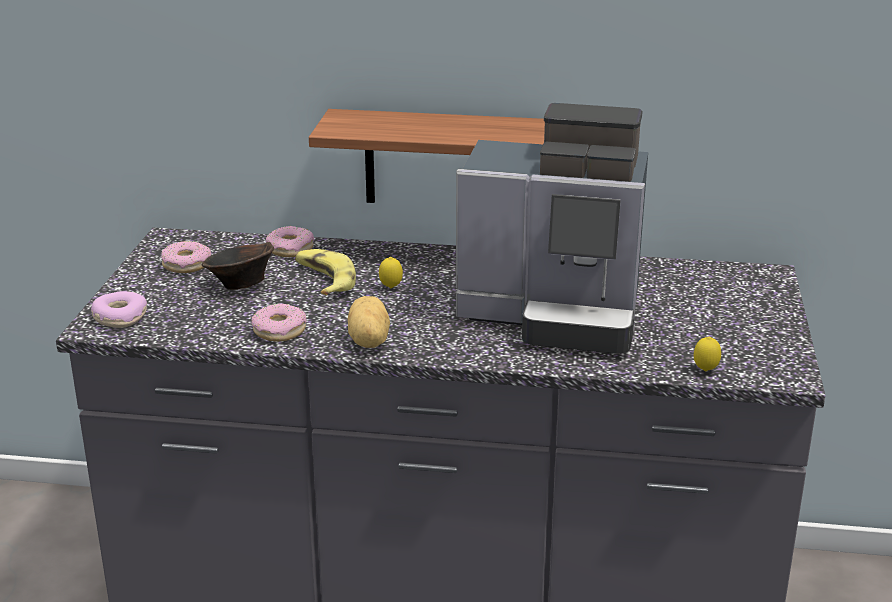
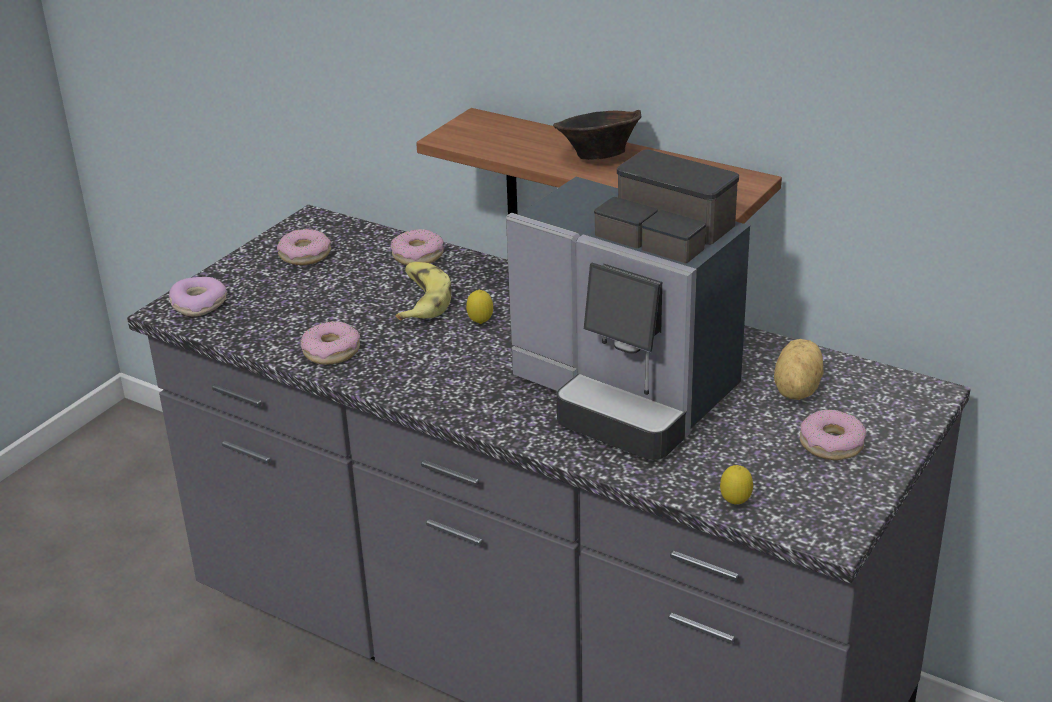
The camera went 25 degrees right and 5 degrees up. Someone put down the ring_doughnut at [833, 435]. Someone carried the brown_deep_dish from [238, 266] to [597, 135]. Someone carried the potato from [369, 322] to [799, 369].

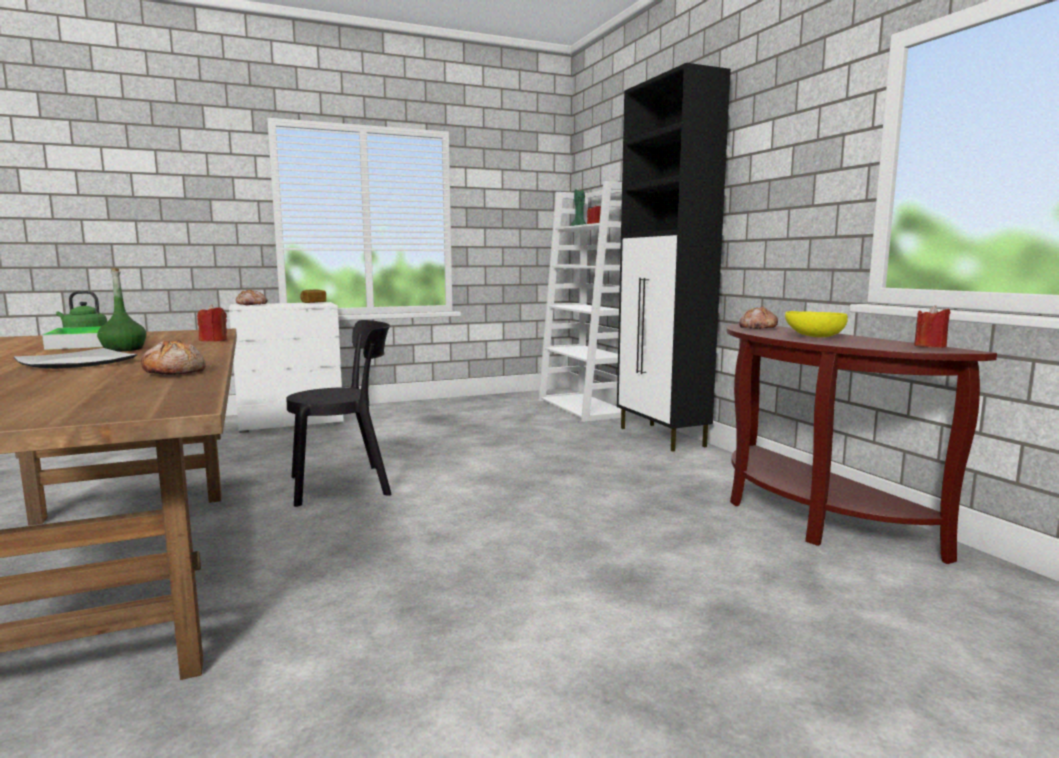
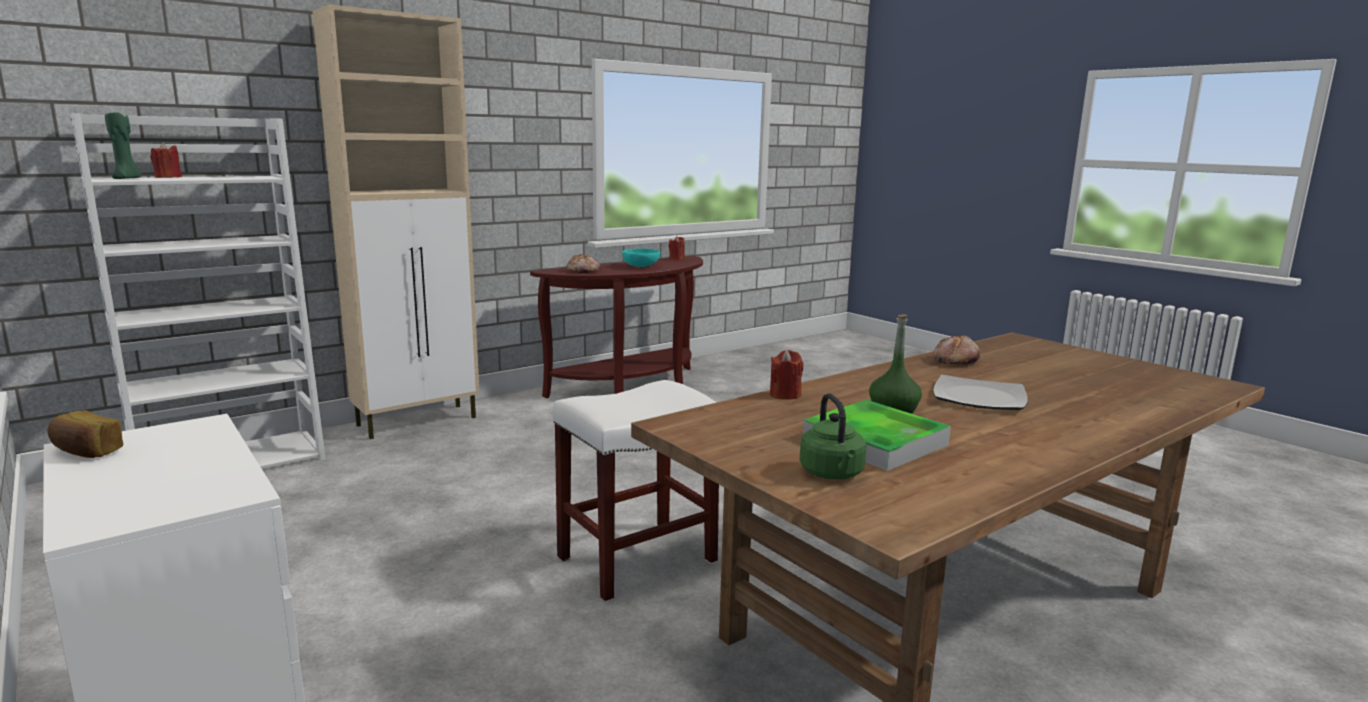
The camera went 105 degrees left and 5 degrees up. Someone took away the baked_bread at [252, 297]. Someone swapped the blackish_upright_chair at [339, 413] for the white-coloured_stool_seat at [636, 491]. Someone repainted the blackish_cabinet at [674, 257], which became the beige-coloured_cabinet at [396, 221]. Someone repainted the yellow-coloured_deep_dish at [816, 324], which became the turquoise-coloured_deep_dish at [641, 258].

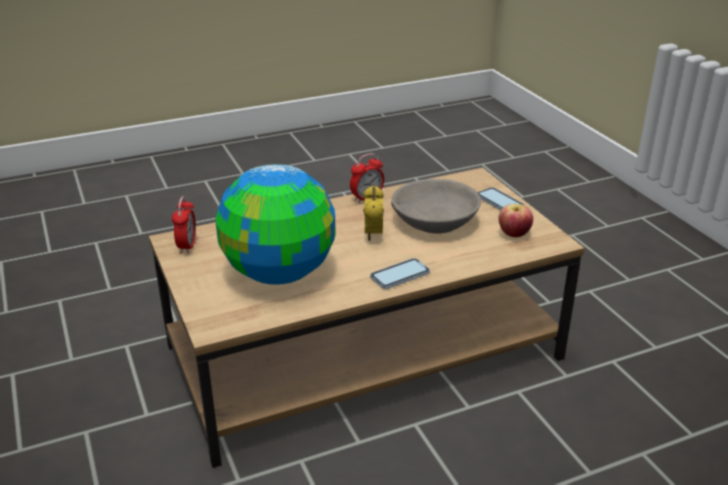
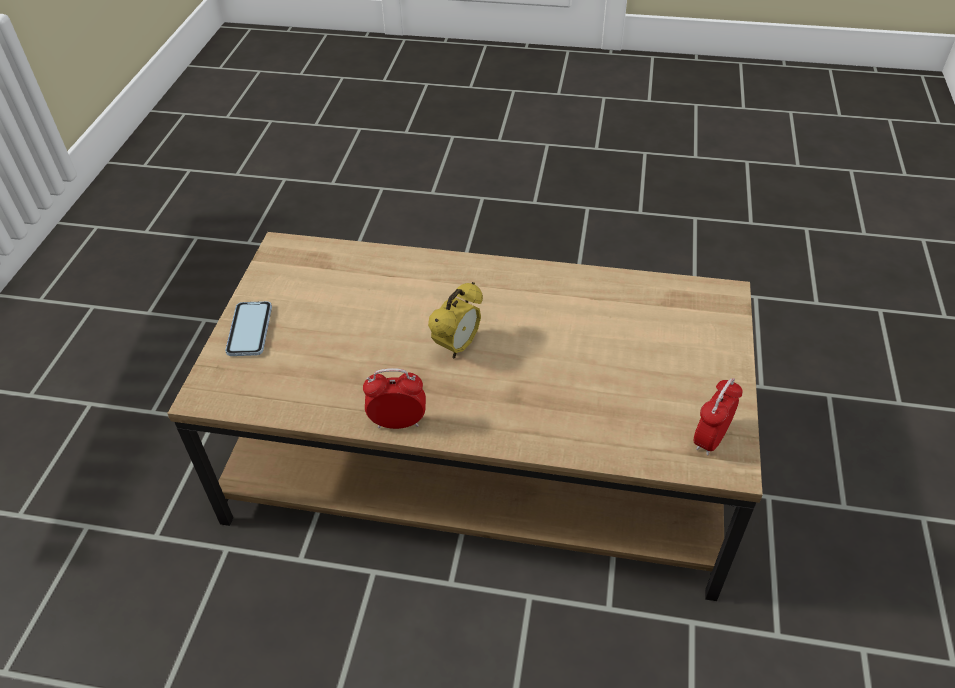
The camera went 145 degrees left and 15 degrees up. Someone took away the world_globe at [275, 224]. Someone took away the telephone at [400, 273]. Someone took away the greyish_deep_dish at [436, 206]. Someone took away the apple at [516, 220].

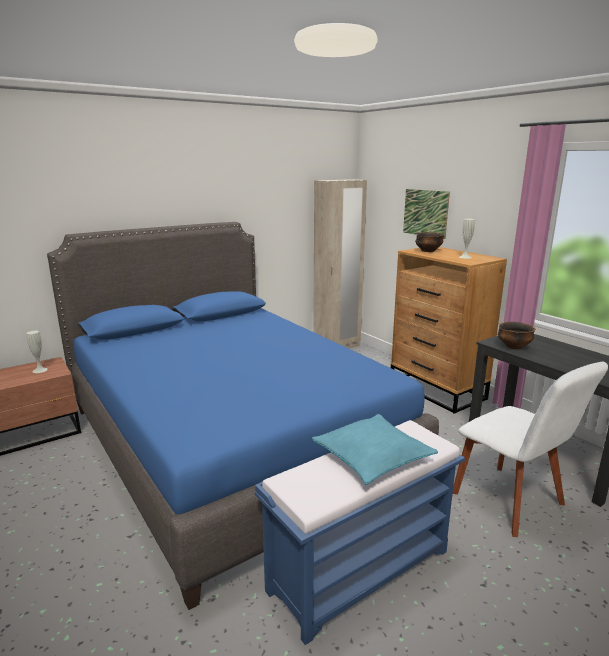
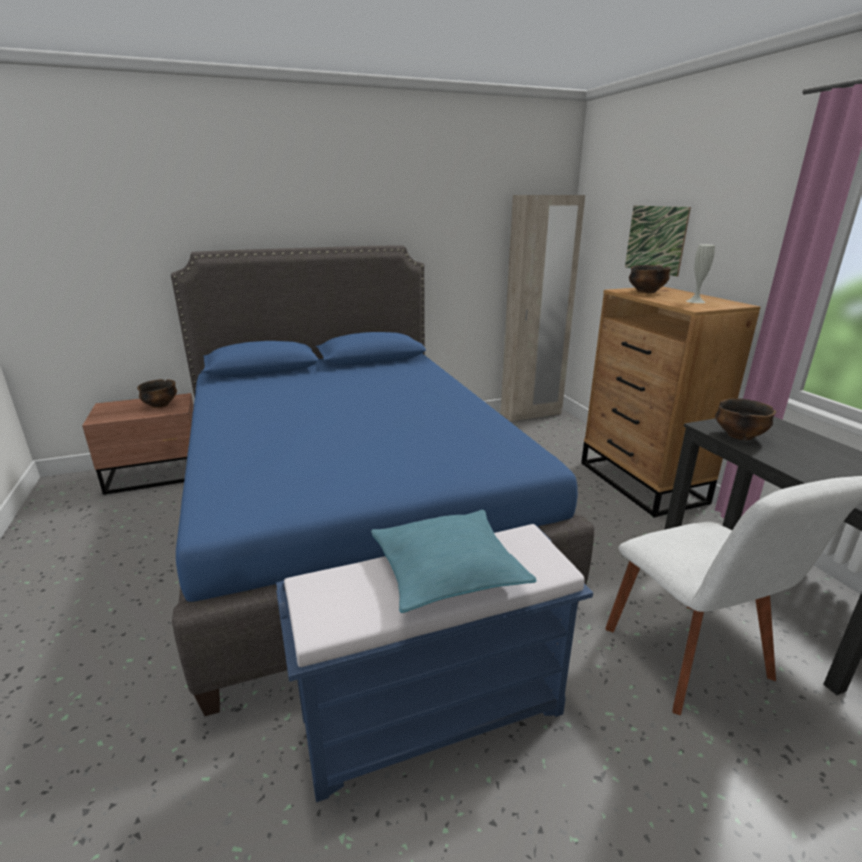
The camera went 15 degrees right and 5 degrees up. Someone swapped the white-coloured_decorative_vase at [37, 352] for the deep_dish at [157, 393].

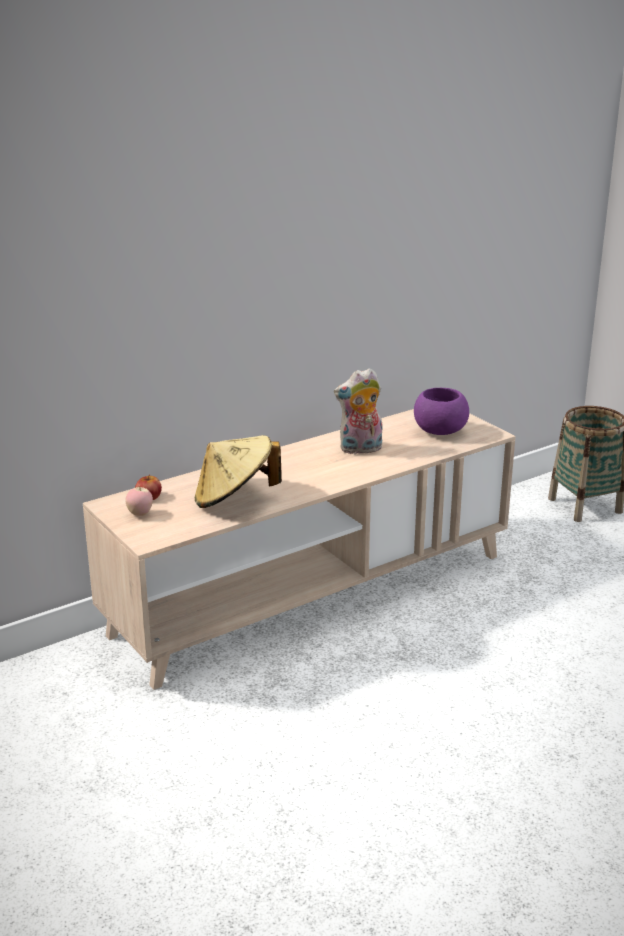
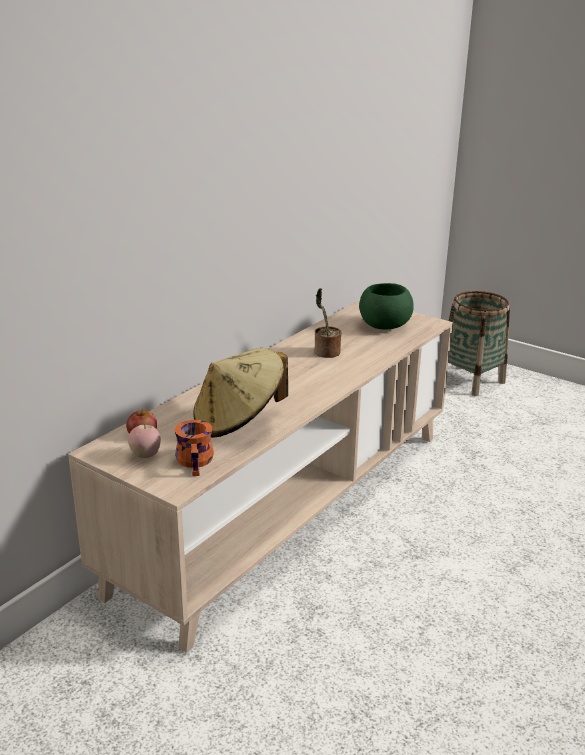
The camera went 20 degrees left and 0 degrees up. Someone put down the orange-coloured_mug at [194, 448]. Someone swapped the plush_toy at [358, 411] for the plant_in_a_pot at [328, 323]. Someone repainted the purple_deep_dish at [441, 411], which became the green_deep_dish at [386, 306].

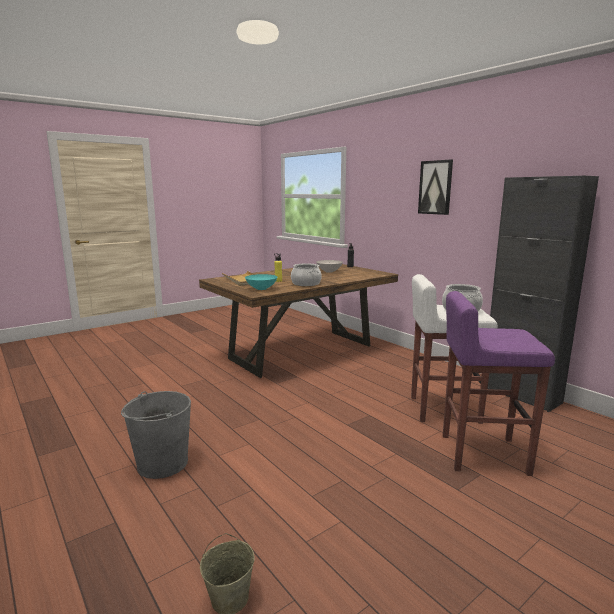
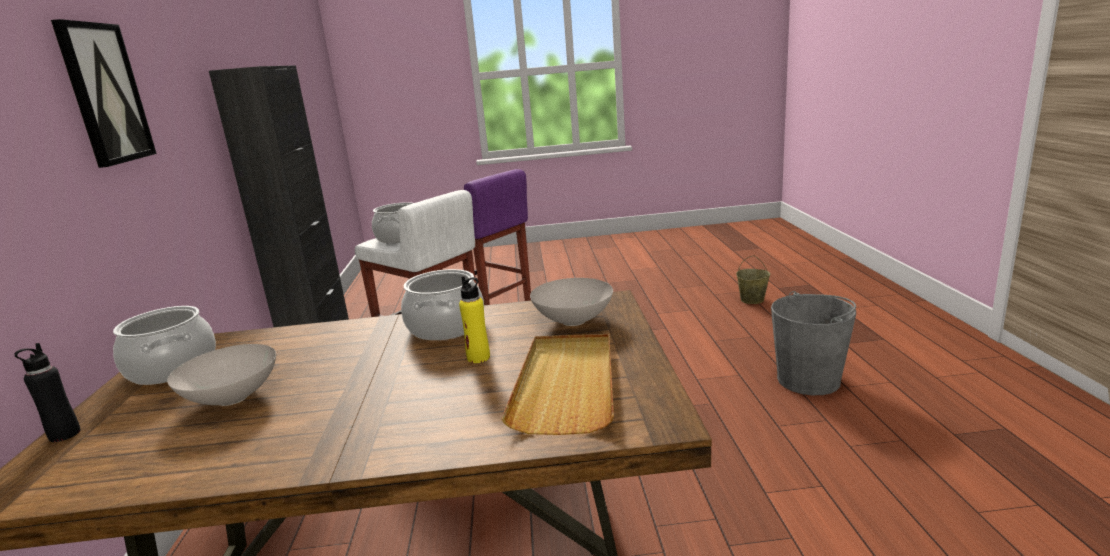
The camera went 145 degrees left and 5 degrees up. Someone put down the cooking_pot at [164, 345]. Someone repainted the turquoise-coloured_deep_dish at [261, 282], which became the white-coloured_deep_dish at [571, 302].

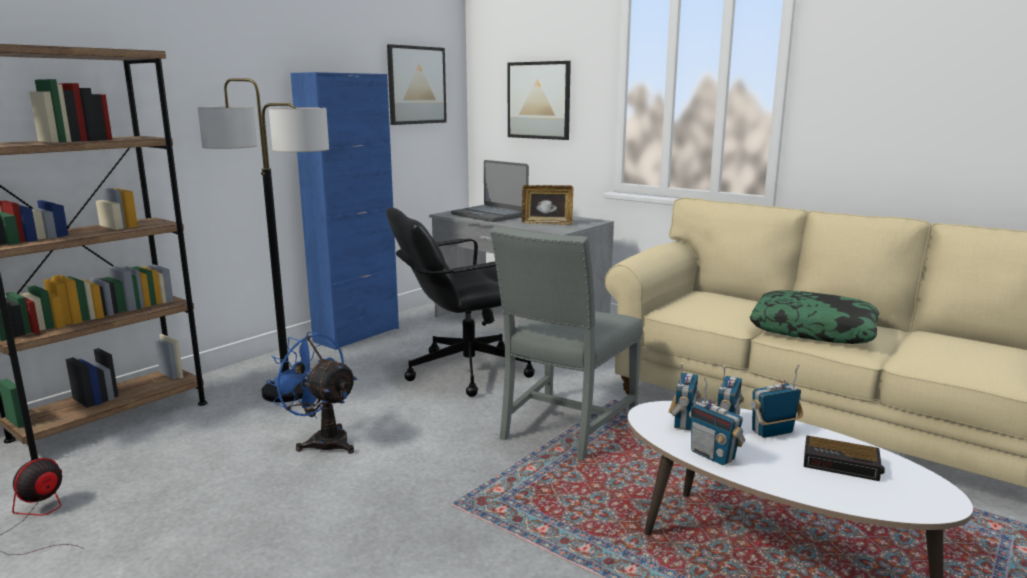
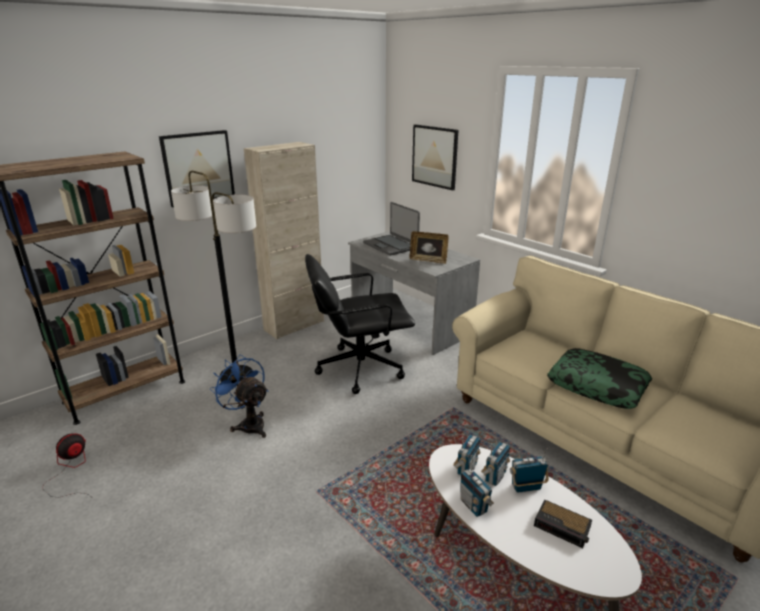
The camera went 10 degrees right and 10 degrees up. Someone took away the greyish_upright_chair at [566, 343]. Someone carried the picture from [417, 84] to [197, 168]. Someone repainted the blue_cabinet at [345, 211], which became the beige-coloured_cabinet at [284, 240].

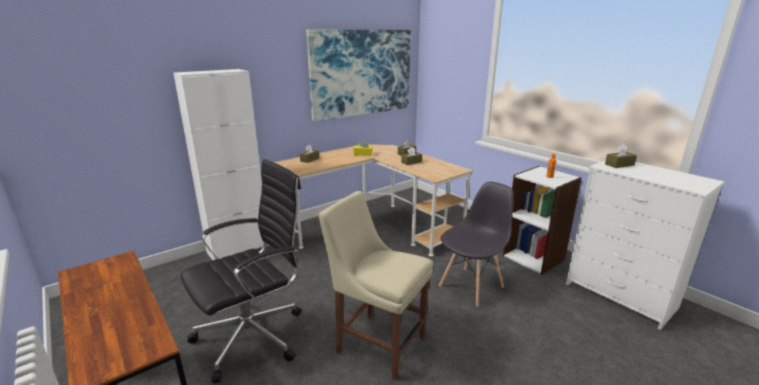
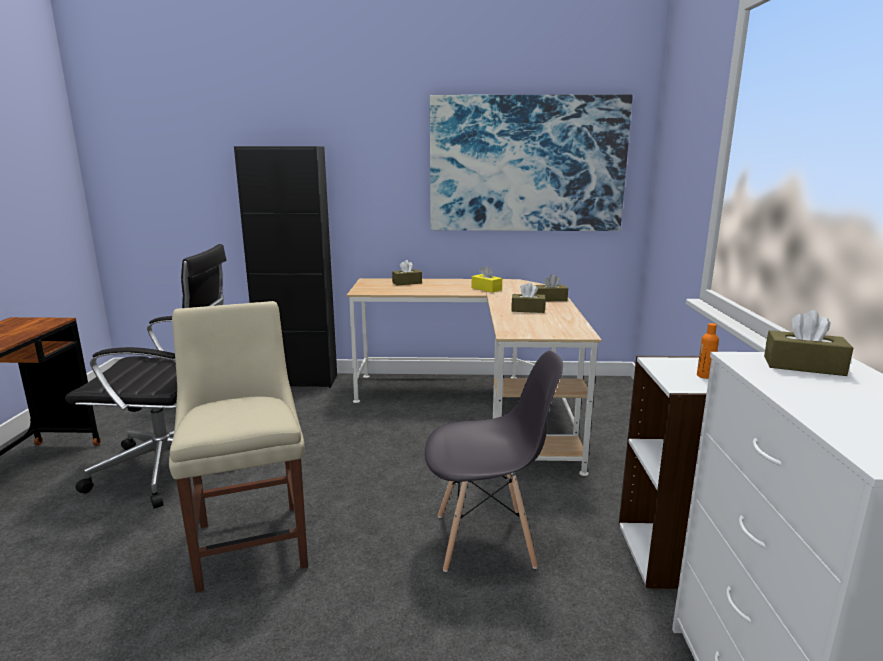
The camera went 40 degrees right and 5 degrees down. Someone repainted the white-coloured_cabinet at [221, 164], which became the blackish_cabinet at [285, 267].

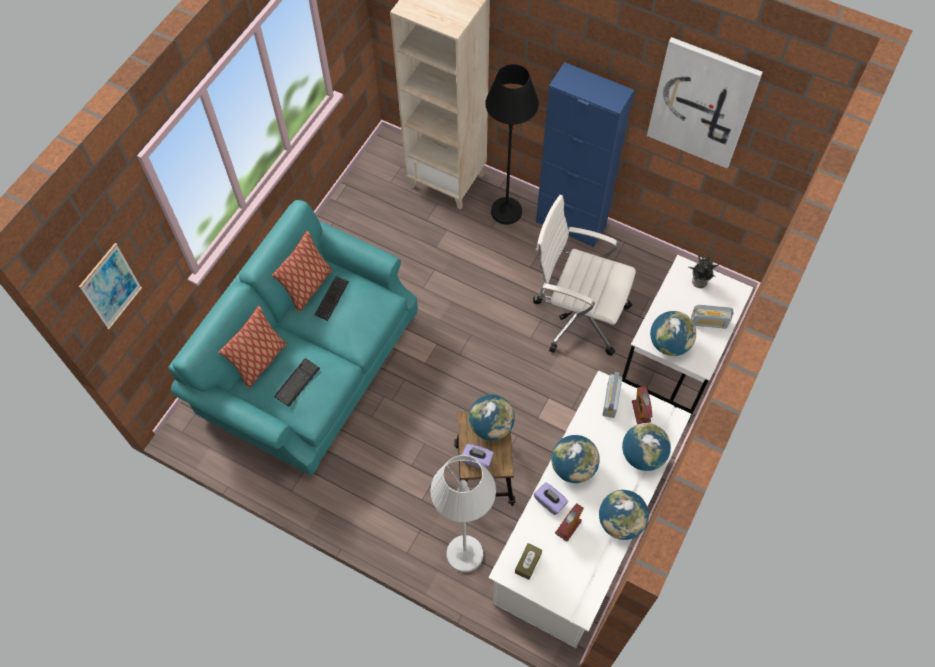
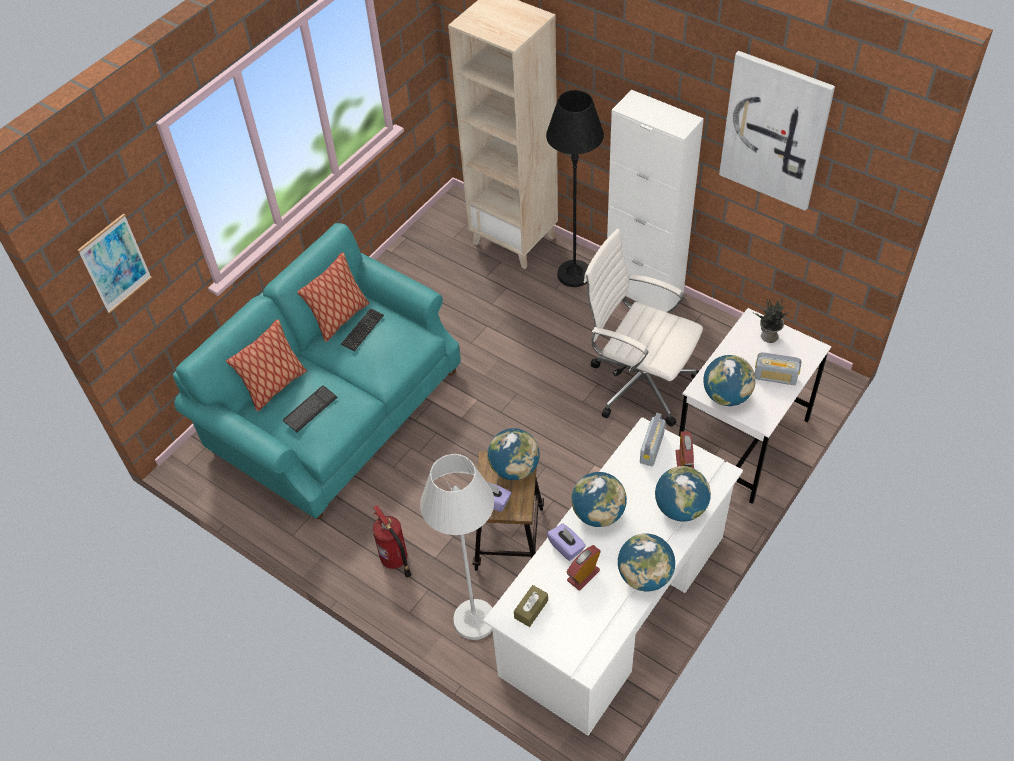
The camera went 10 degrees right and 10 degrees down. Someone put down the fire-fighting_cylinder at [392, 541]. Someone repainted the blue_cabinet at [585, 155], which became the white-coloured_cabinet at [655, 201].

